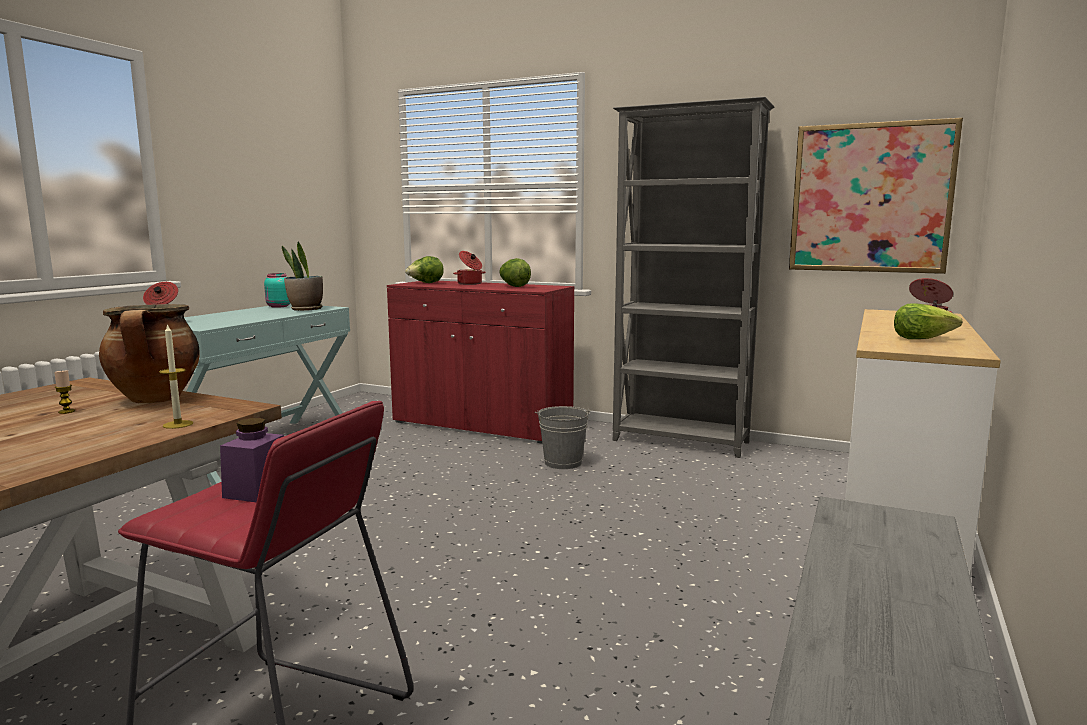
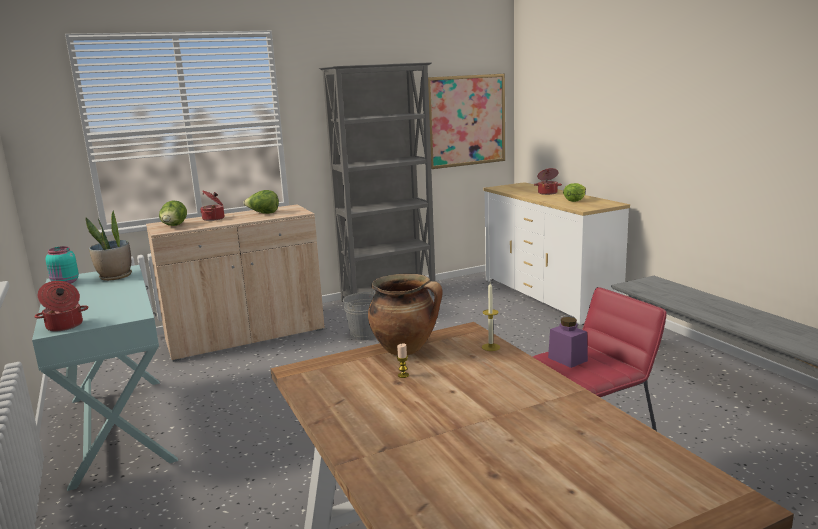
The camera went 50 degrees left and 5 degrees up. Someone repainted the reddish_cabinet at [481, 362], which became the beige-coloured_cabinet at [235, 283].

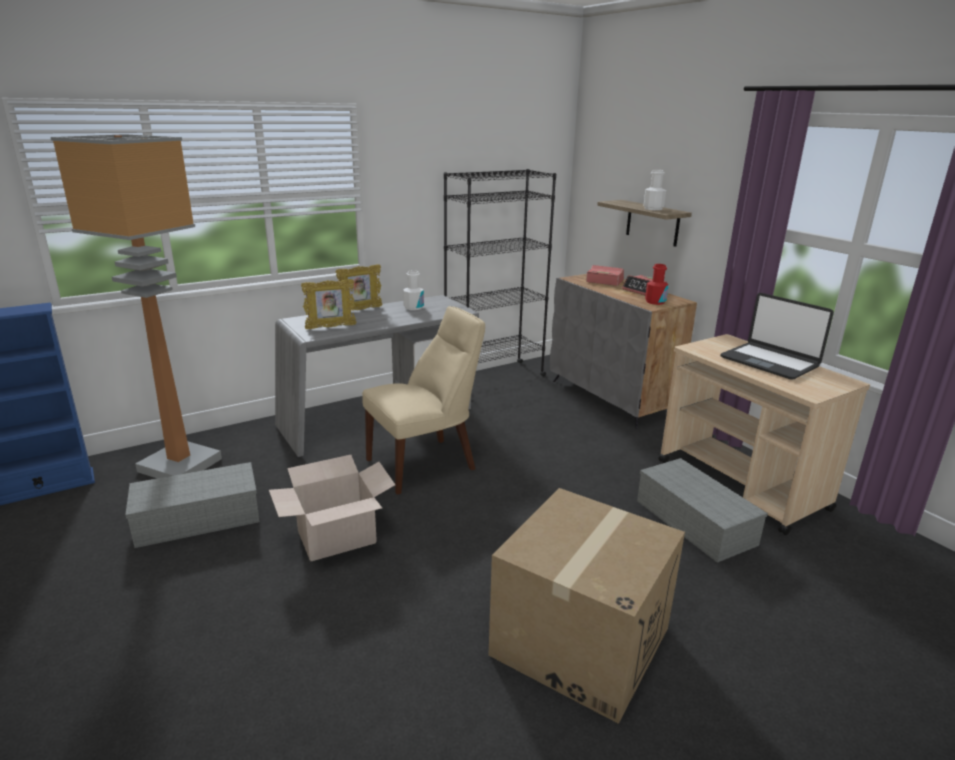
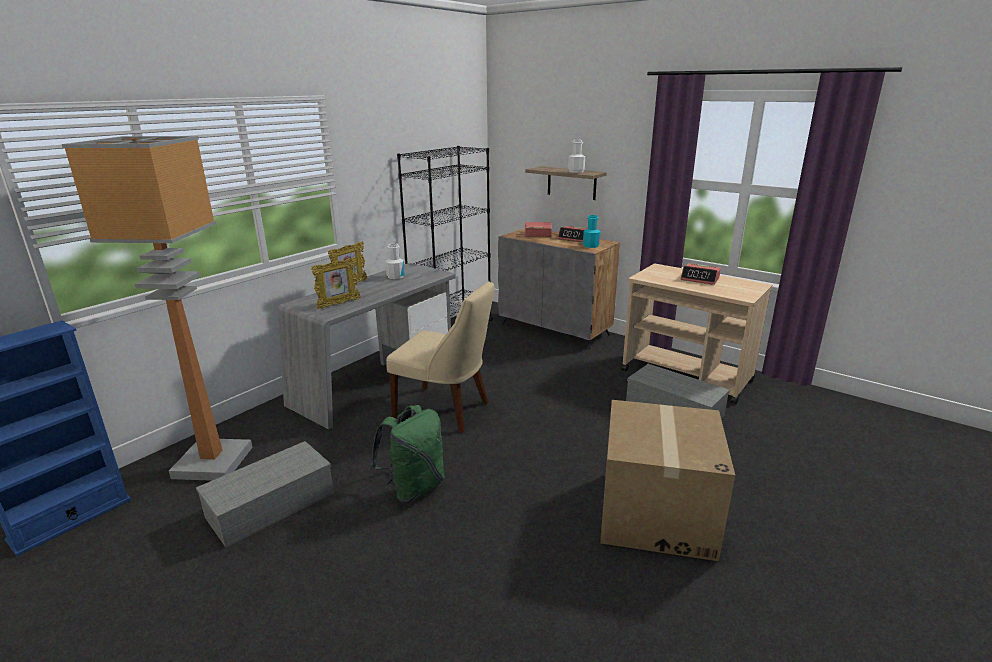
The camera went 20 degrees left and 0 degrees up. Someone swapped the cardboard_box at [332, 508] for the green_rucksack at [408, 454]. Someone swapped the laptop at [777, 336] for the bedside_clock at [701, 274]. Someone repainted the reddish_bottle at [657, 284], which became the turquoise-coloured_bottle at [592, 231]. Someone rotated the beige-coloured_upright_chair at [423, 400] by 75 degrees clockwise.

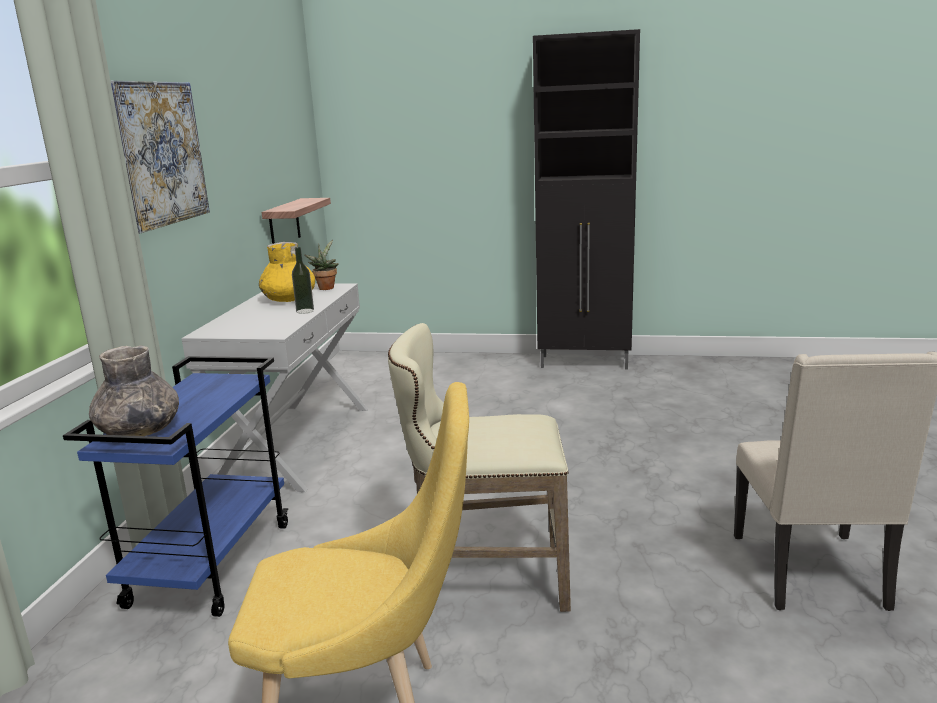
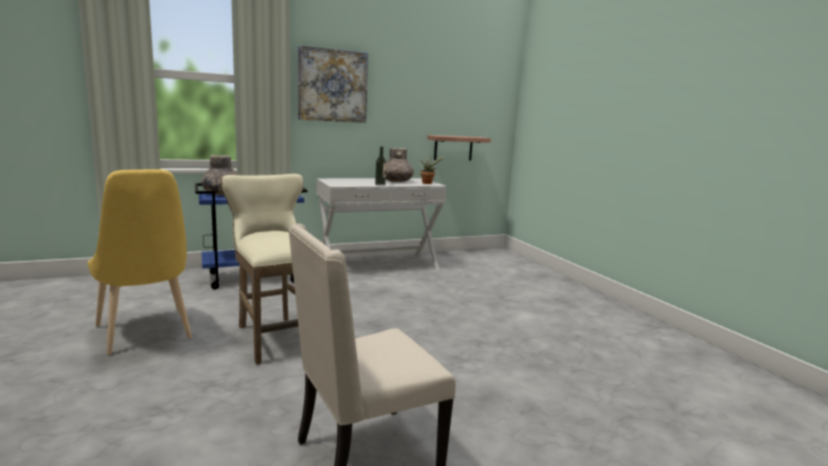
The camera went 55 degrees right and 5 degrees down. Someone took away the blackish_cabinet at [586, 199]. Someone repainted the yellow-coloured_decorative_vase at [287, 272], which became the greyish_decorative_vase at [400, 165].

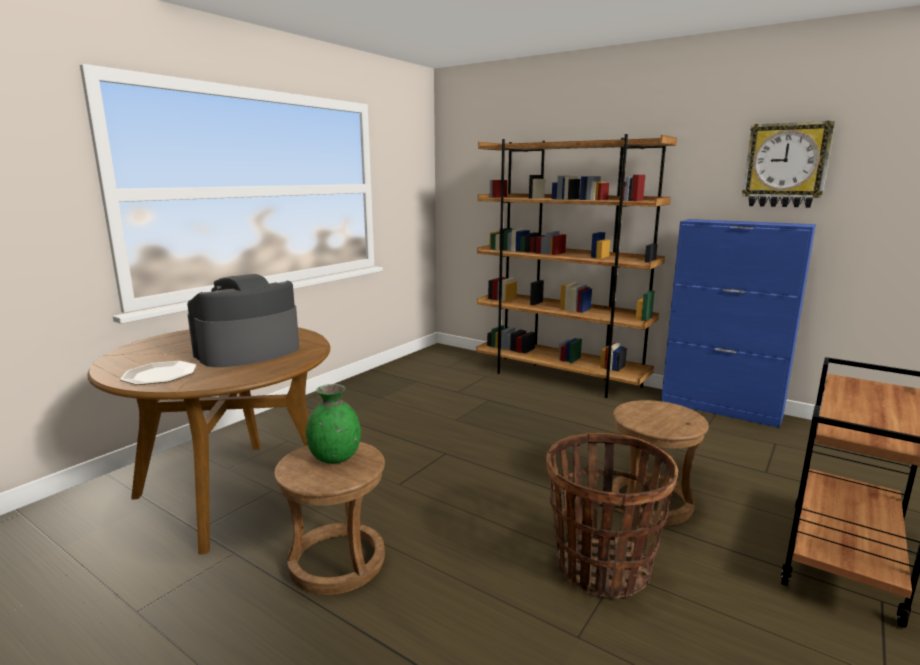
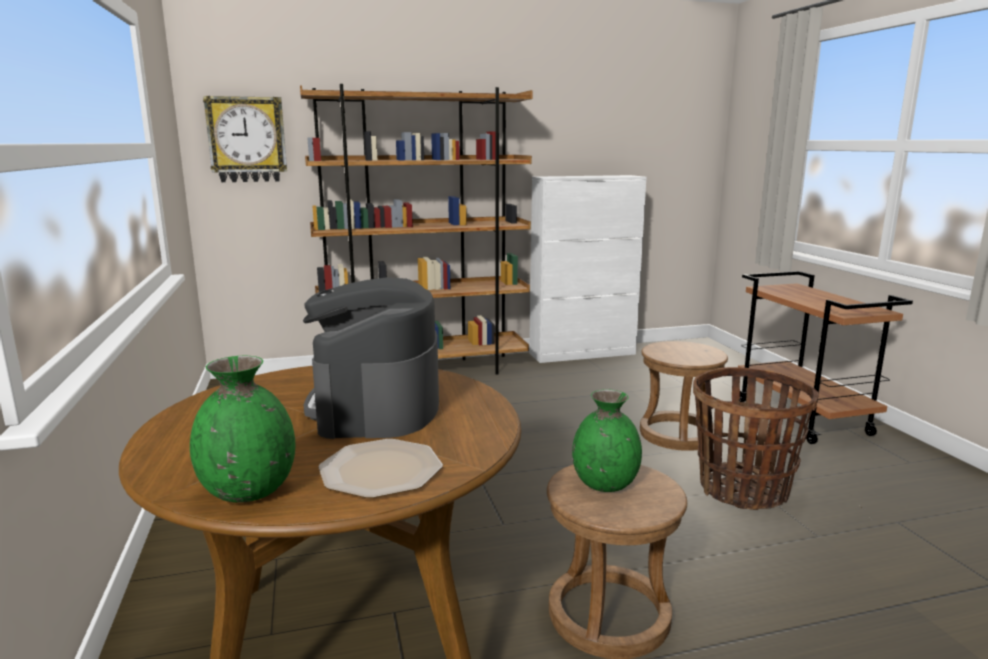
The camera went 50 degrees left and 0 degrees up. Someone put down the green_decorative_vase at [242, 429]. Someone carried the wall_clock from [788, 164] to [245, 139]. Someone repainted the blue_cabinet at [738, 323], which became the white-coloured_cabinet at [588, 269].

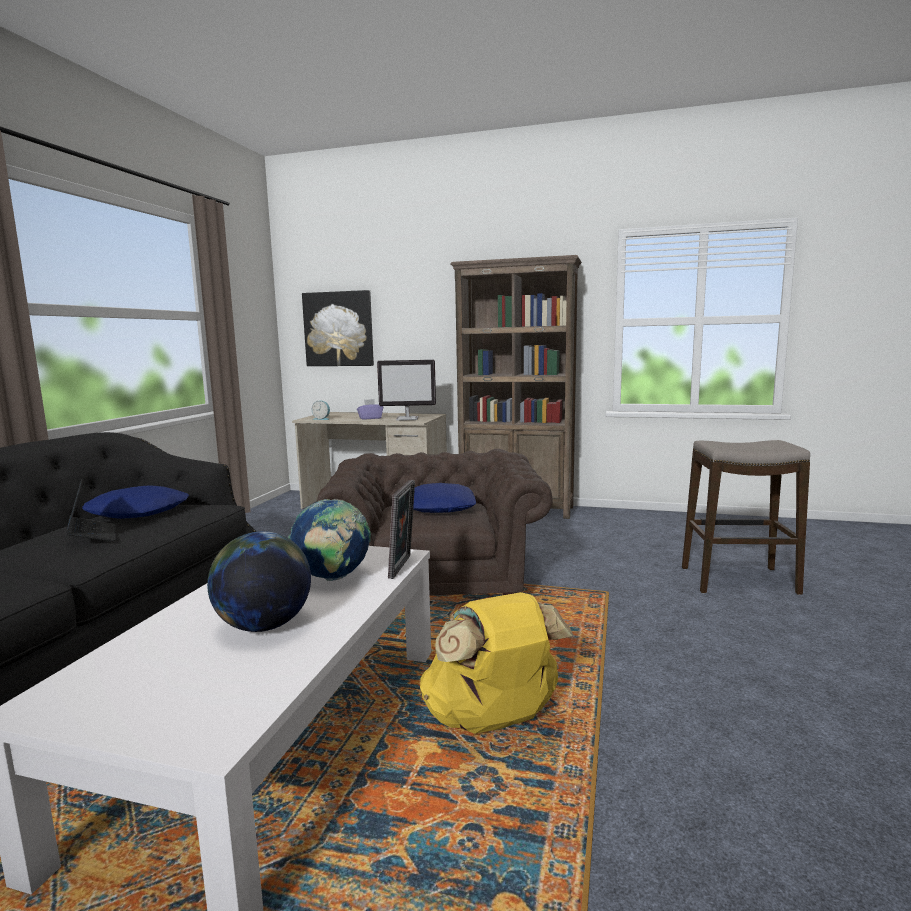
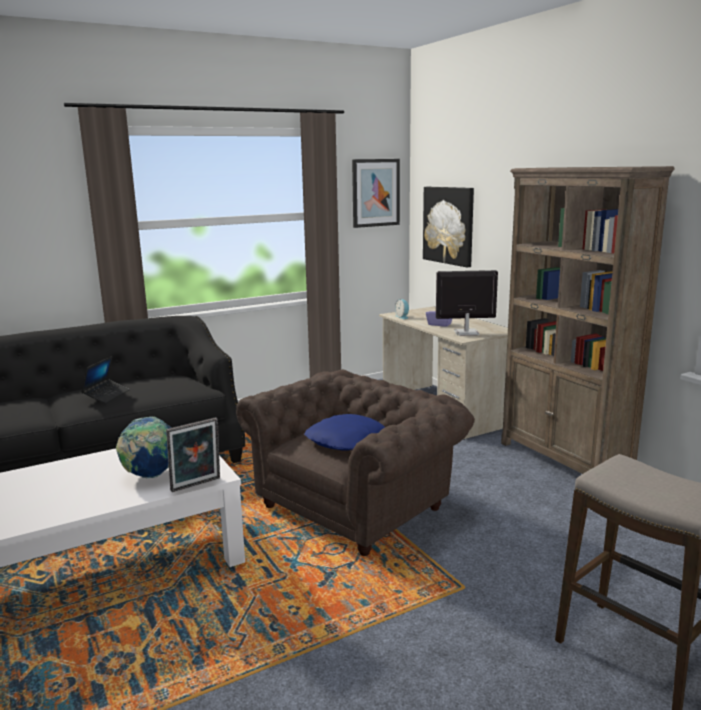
The camera went 45 degrees right and 5 degrees up. Someone took away the blue_cushion at [135, 502]. Someone took away the world_globe at [259, 581]. Someone took away the yellow-coloured_rucksack at [496, 663]. Someone put up the picture at [376, 193]. Someone rotated the computer_screen at [406, 390] by 135 degrees clockwise.

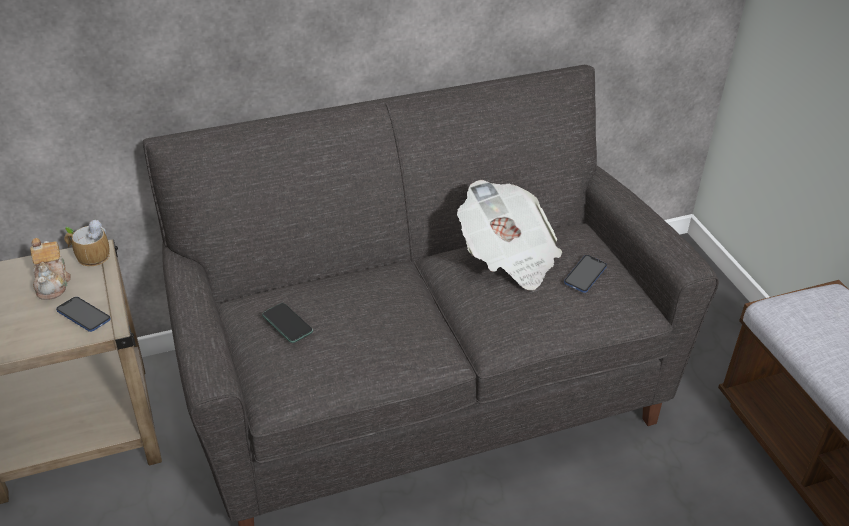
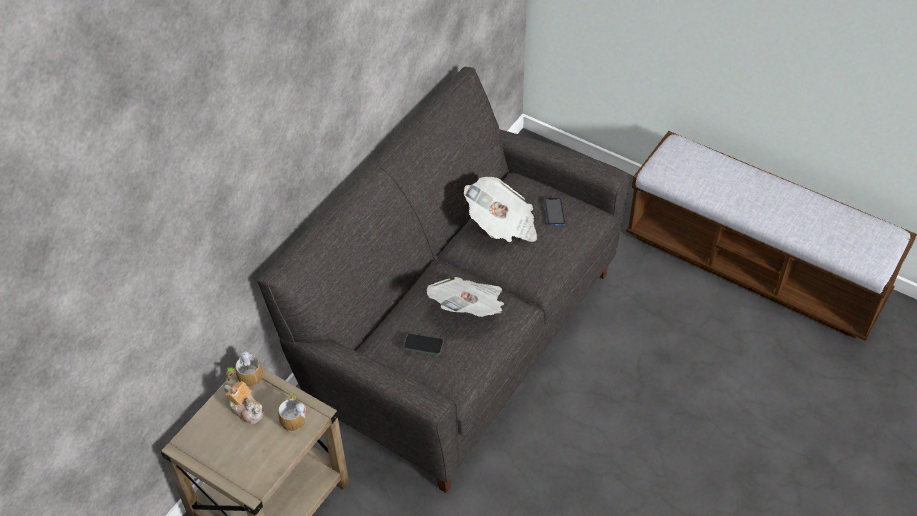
The camera went 35 degrees left and 10 degrees up. Someone put down the printed_paper at [465, 297]. Someone swapped the telephone at [83, 314] for the mug at [292, 411].

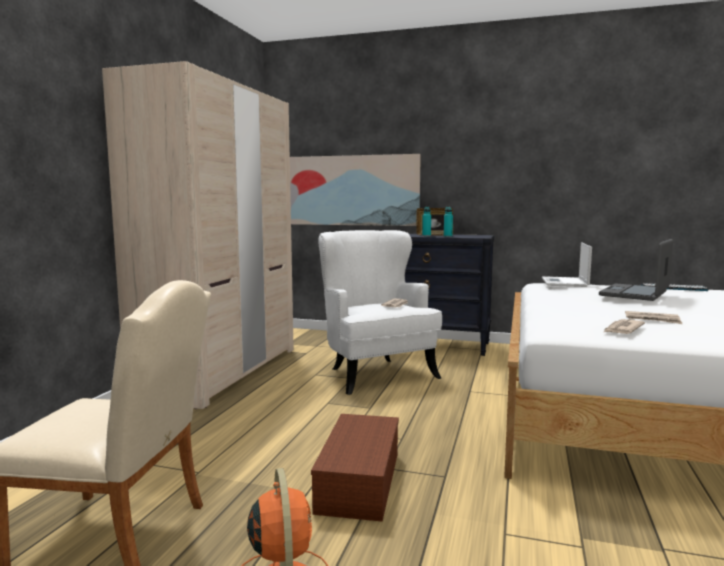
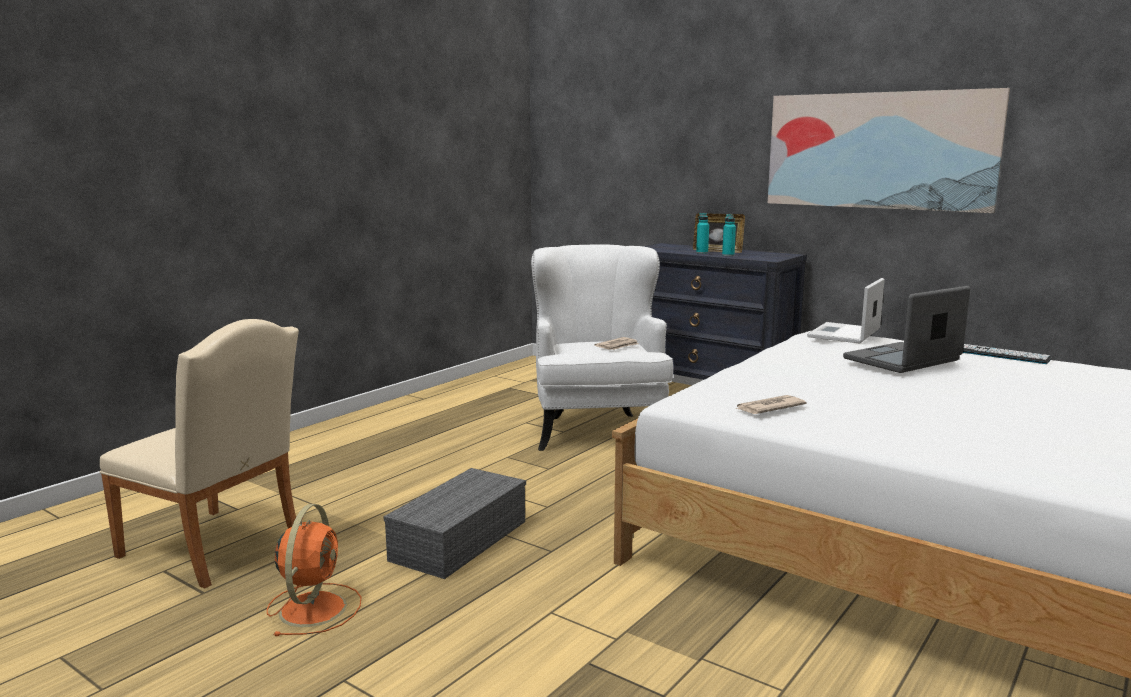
The camera went 20 degrees right and 5 degrees up. Someone took away the beige-coloured_armoire at [198, 235]. Someone took away the printed_paper at [653, 317]. Someone carried the picture from [355, 190] to [889, 150]. Someone repainted the brown_storage_box at [355, 468], which became the greyish_storage_box at [454, 523].

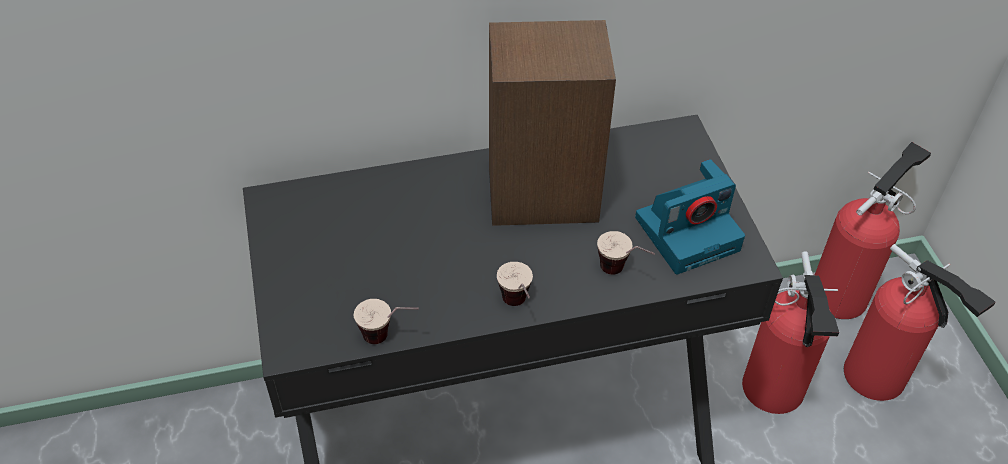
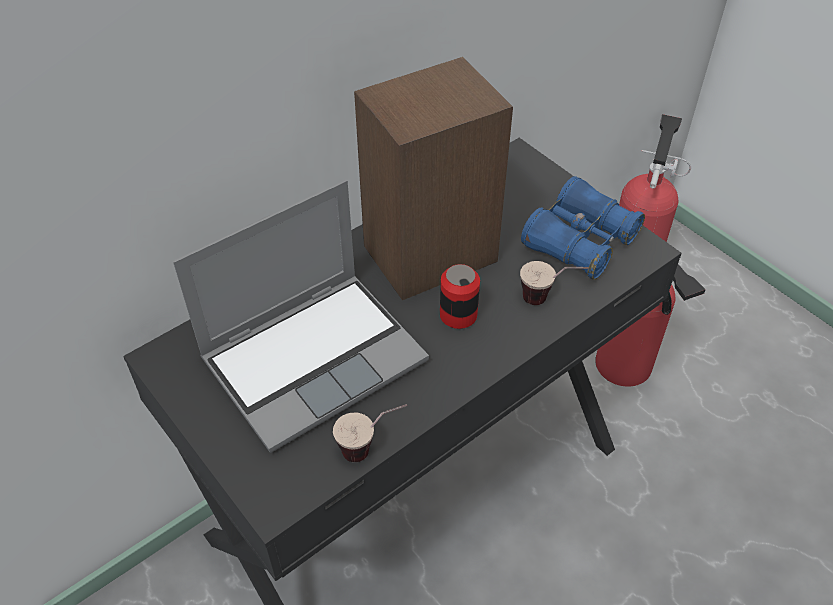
The camera went 25 degrees left and 0 degrees up. Someone took away the cup at [515, 284]. Someone took away the fire-fighting_cylinder at [920, 322]. Someone put down the laptop at [301, 316]. Someone put down the sealed_can at [460, 296]. Someone swapped the photo_camera at [690, 216] for the blue_field_glasses at [583, 228].

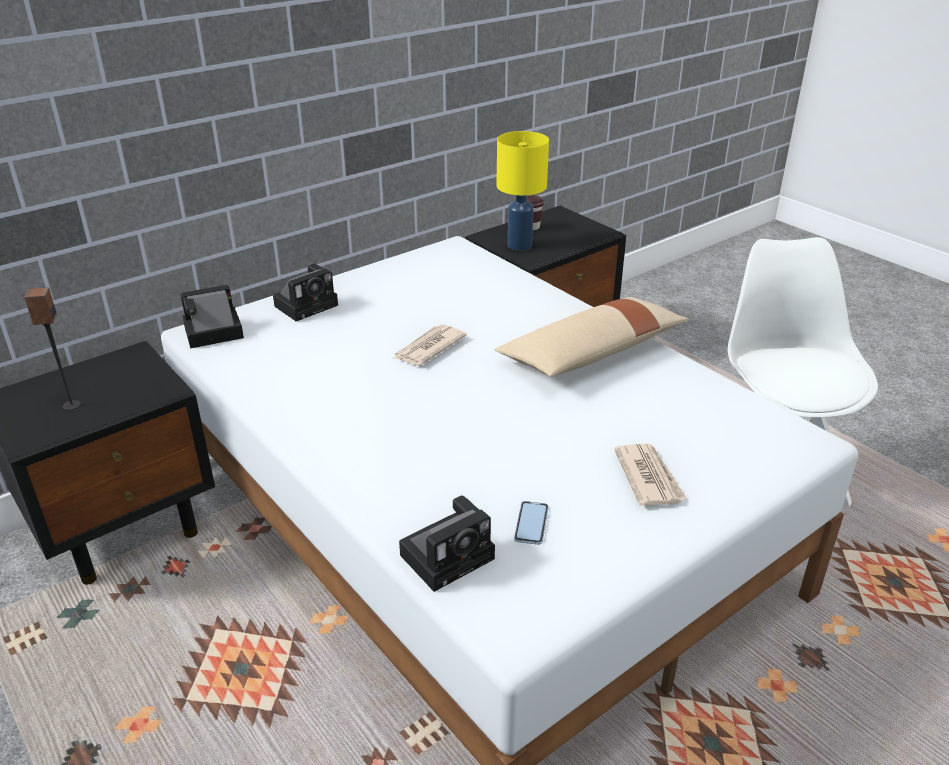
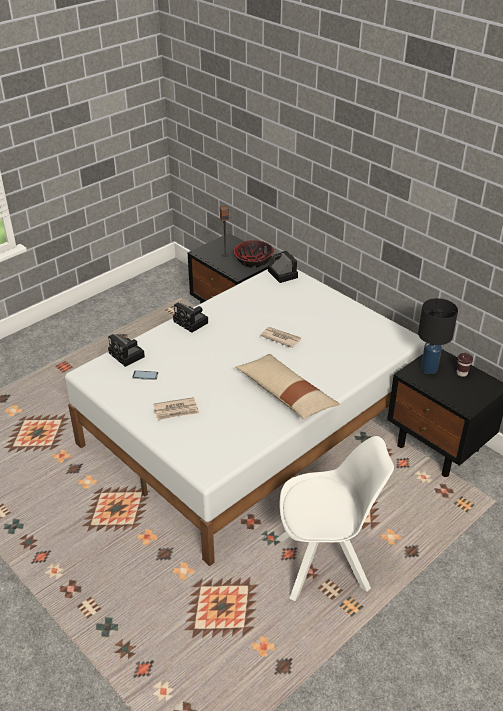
The camera went 85 degrees right and 5 degrees up. Someone put down the deep_dish at [254, 254]. Someone carried the photo_camera from [305, 292] to [190, 318]. Someone repainted the yellow-coloured_lamp_for_a_table at [522, 191], which became the blackish_lamp_for_a_table at [438, 336].

